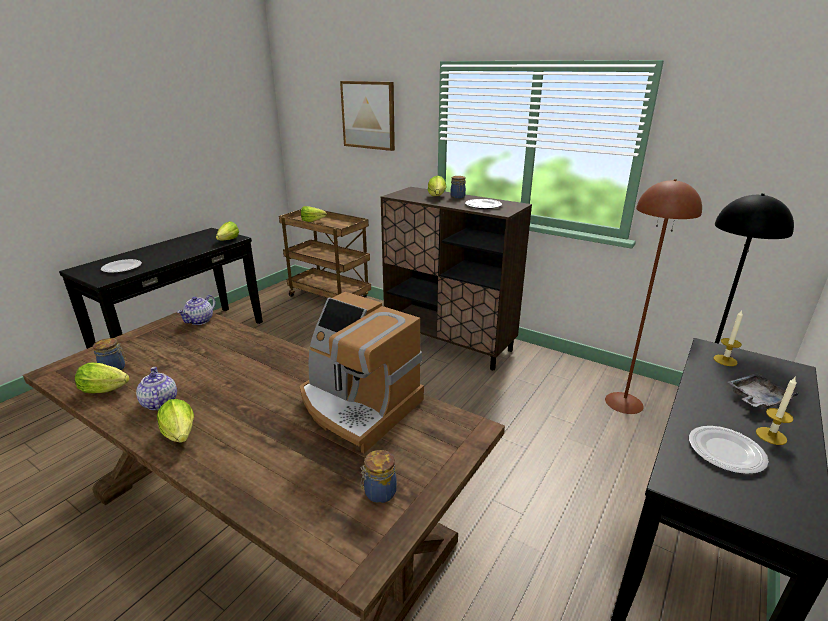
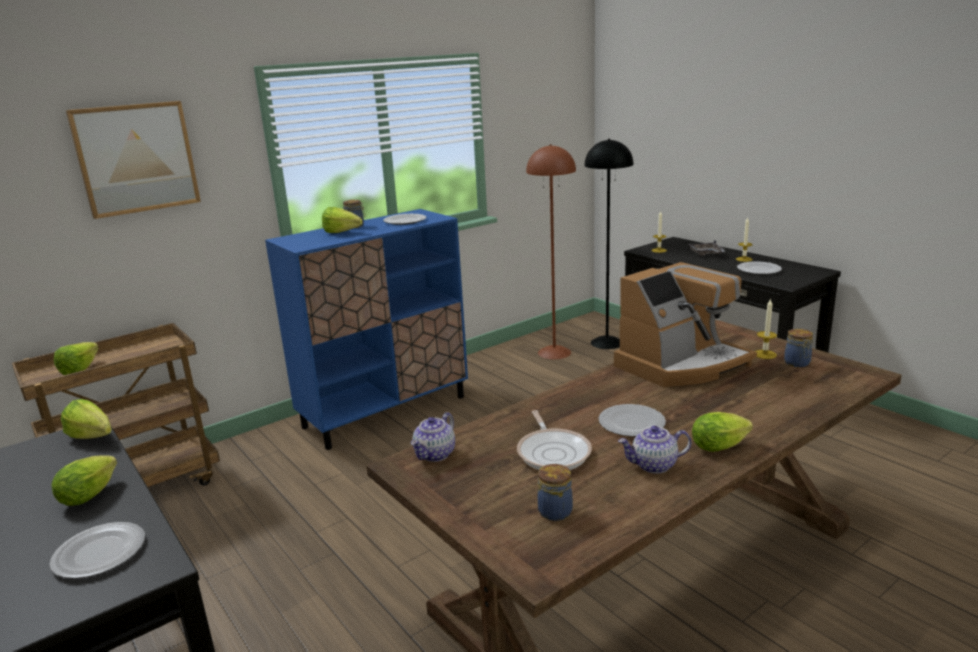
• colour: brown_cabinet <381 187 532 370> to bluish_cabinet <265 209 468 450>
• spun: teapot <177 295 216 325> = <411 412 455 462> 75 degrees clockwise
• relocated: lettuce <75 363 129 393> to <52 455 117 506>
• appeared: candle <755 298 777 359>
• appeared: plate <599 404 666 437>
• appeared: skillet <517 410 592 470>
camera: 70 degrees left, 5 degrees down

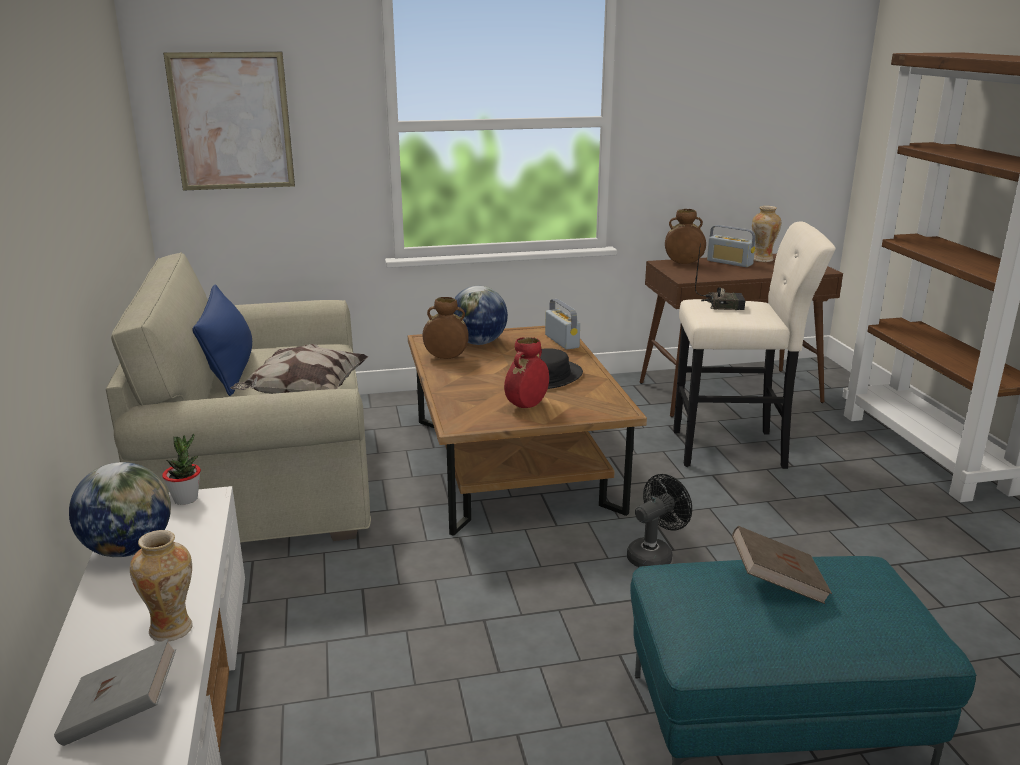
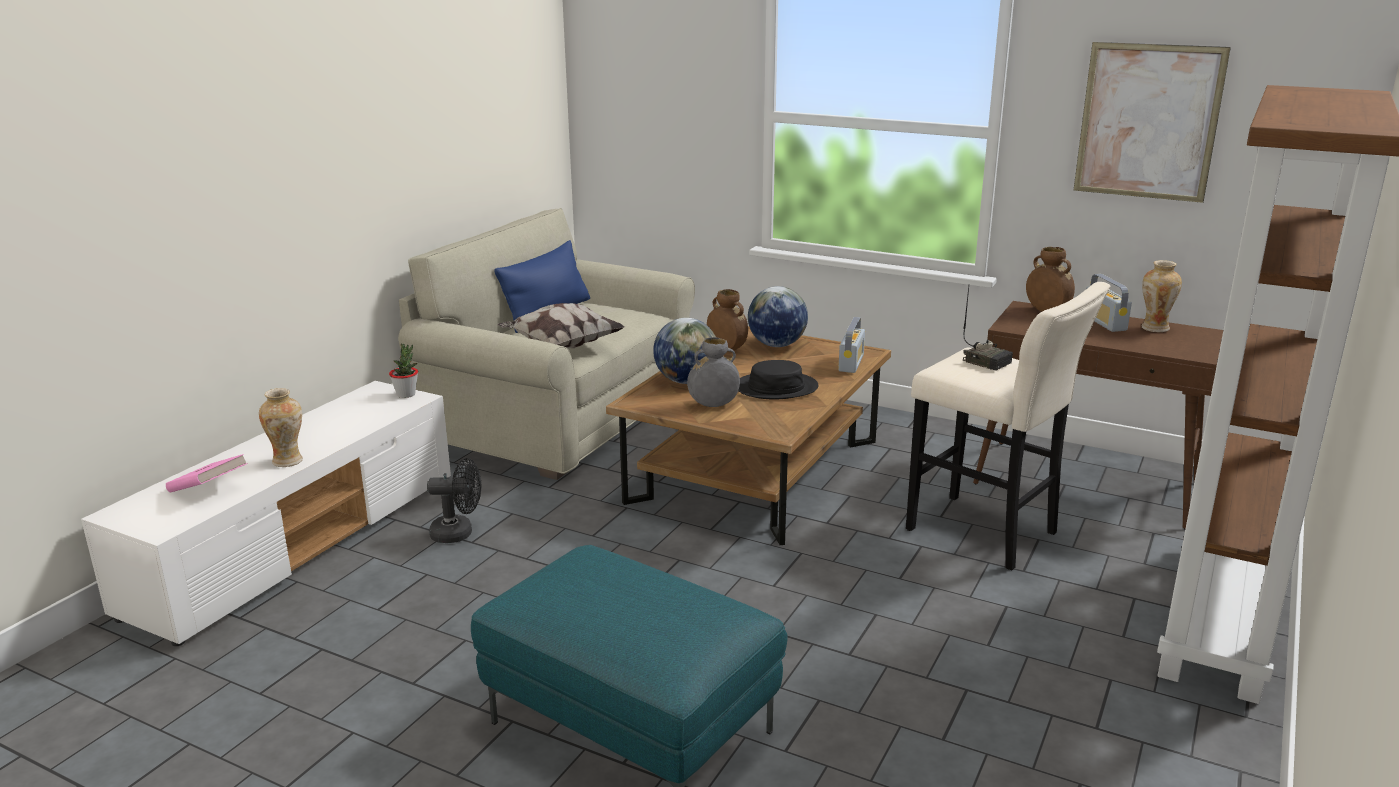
• relocated: wall_art <163 52 295 191> to <1074 42 1231 203>
• colour: red_decorative_vase <504 337 549 408> to grey_decorative_vase <687 337 740 407>
• relocated: world_globe <69 462 171 557> to <653 318 716 384>
• relocated: black_electric_fan <627 474 692 567> to <427 458 481 543>
• missing: brown_bound_book <732 526 832 604>
• colour: grey_bound_book <54 639 176 746> to pink-coloured_bound_book <166 454 248 493>
camera: 40 degrees right, 0 degrees up

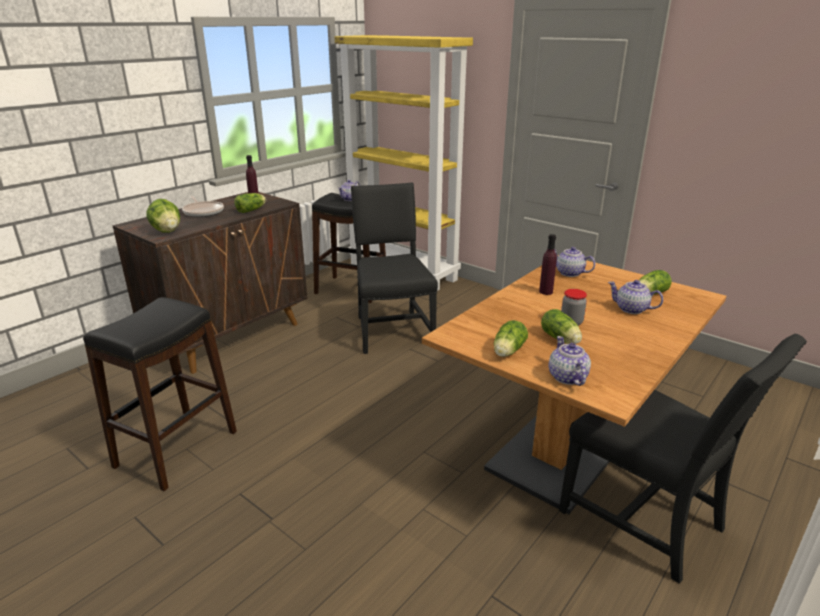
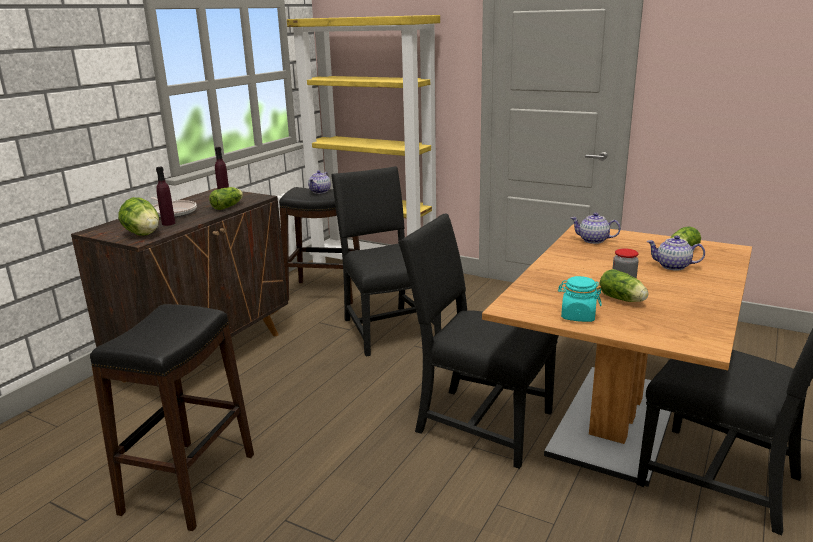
• relocated: purplish_drink_bottle <539 234 557 295> to <156 167 175 226>
• exchanged: lettuce <494 320 528 357> to turquoise-coloured_preserve_jar <558 276 602 322>
• missing: teapot <548 336 591 386>
• appeared: black_upright_chair <398 213 559 469>
camera: 10 degrees left, 5 degrees down

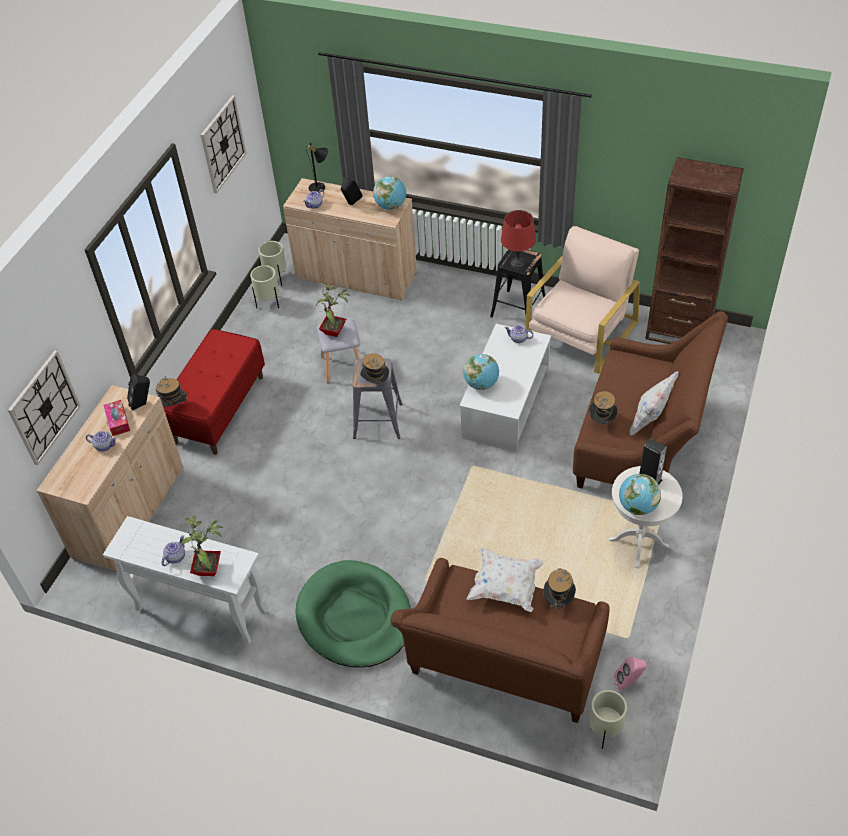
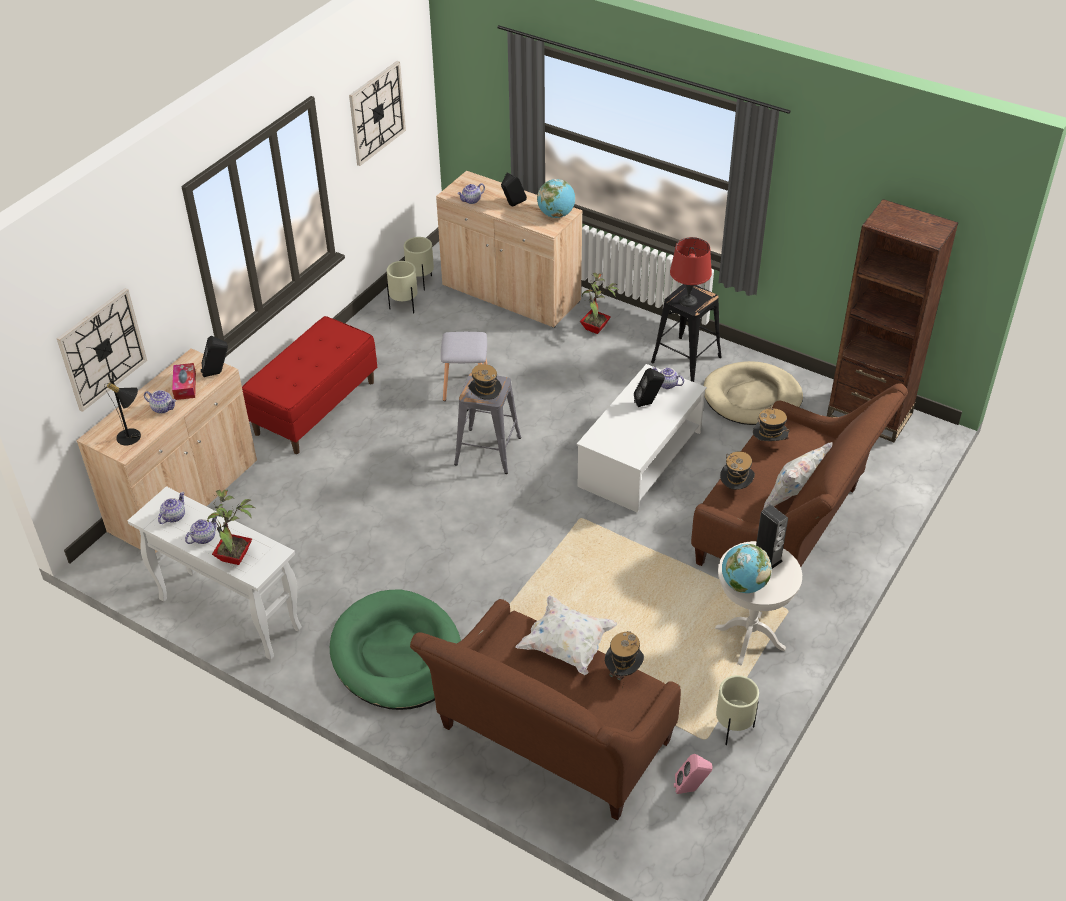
• relocated: black_table_lamp <306 142 328 192> to <104 379 141 445>
• exchanged: sand-coloured_armchair <526 226 640 374> to sand-coloured_dog_cushion <703 361 803 425>
• relocated: plant_in_a_pot <316 283 350 337> to <580 273 619 334>
• missing: world_globe <463 354 499 390>
• relocated: wearable_hat <155 376 187 407> to <753 406 790 441>
• relocated: sand-coloured_plant_pot <589 690 627 749> to <716 675 759 745>
• appeared: black_audio_speaker <634 368 665 407>
• appeared: teapot <158 492 185 524>
camera: 10 degrees right, 5 degrees down

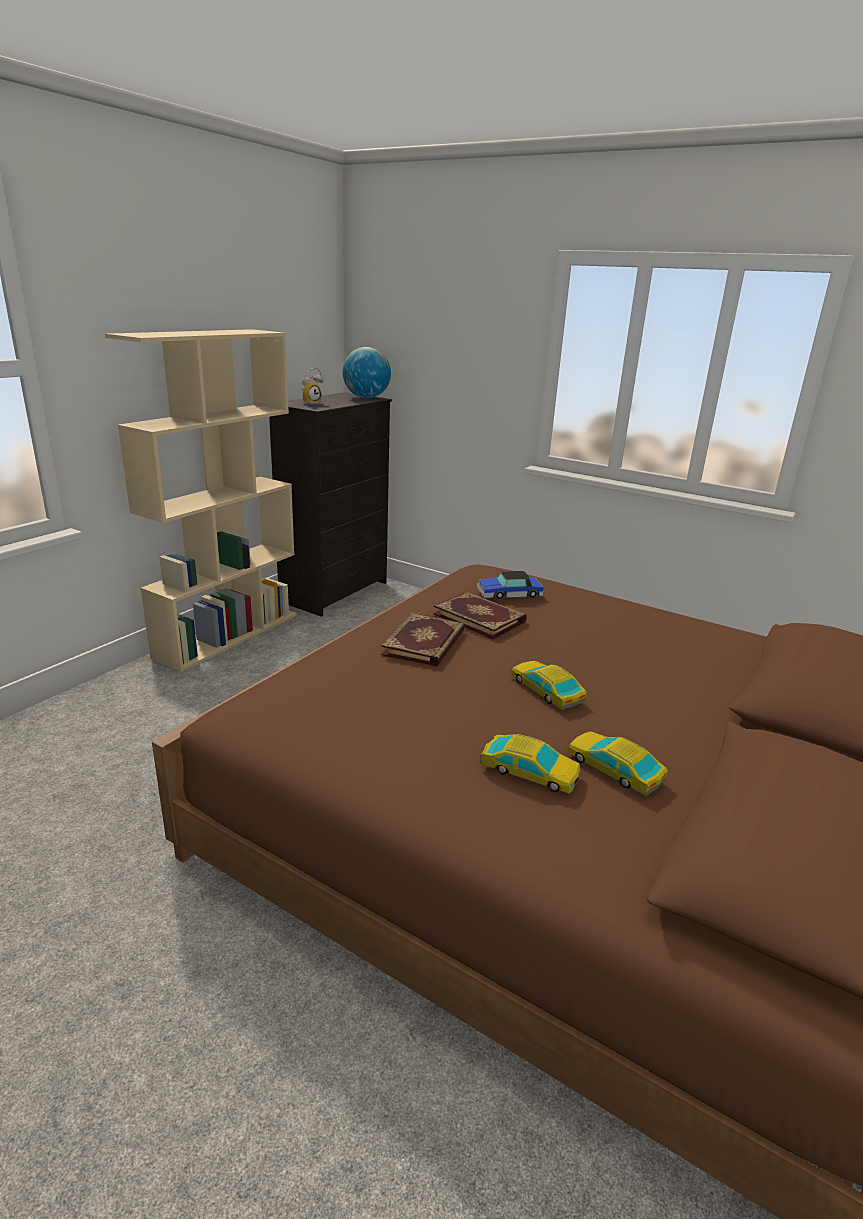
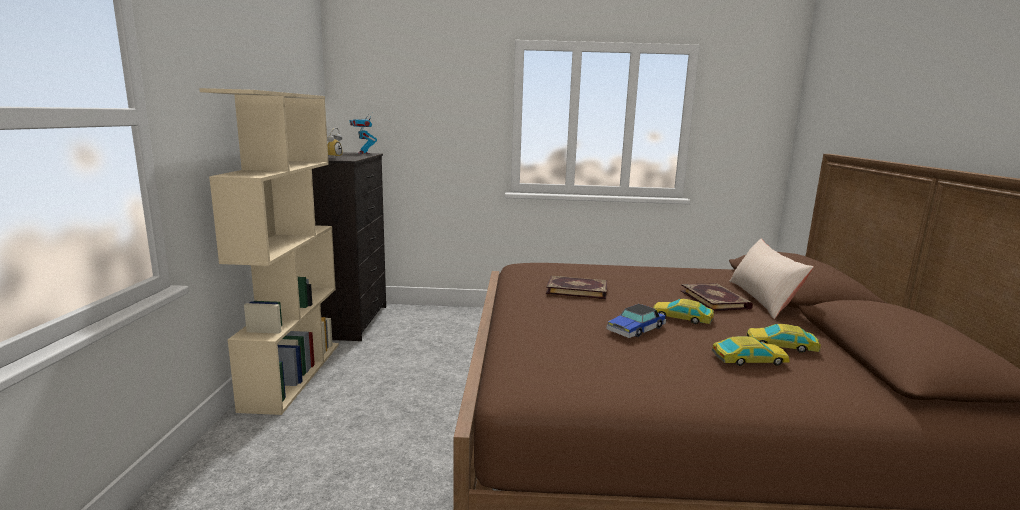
• exchanged: world_globe <342 347 391 398> to model_robot <349 113 377 154>
• relocated: miniature_car <477 571 544 600> to <606 304 666 338>
• relocated: bound_book <381 612 465 666> to <681 283 753 311>
• appeared: sand-coloured_throw_pillow <729 239 814 319>
camera: 30 degrees left, 10 degrees down

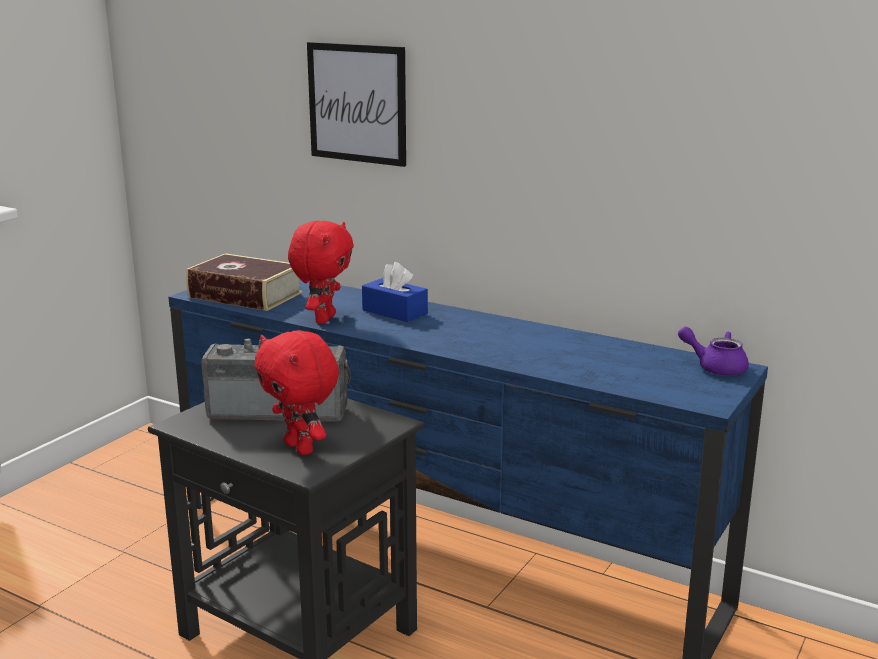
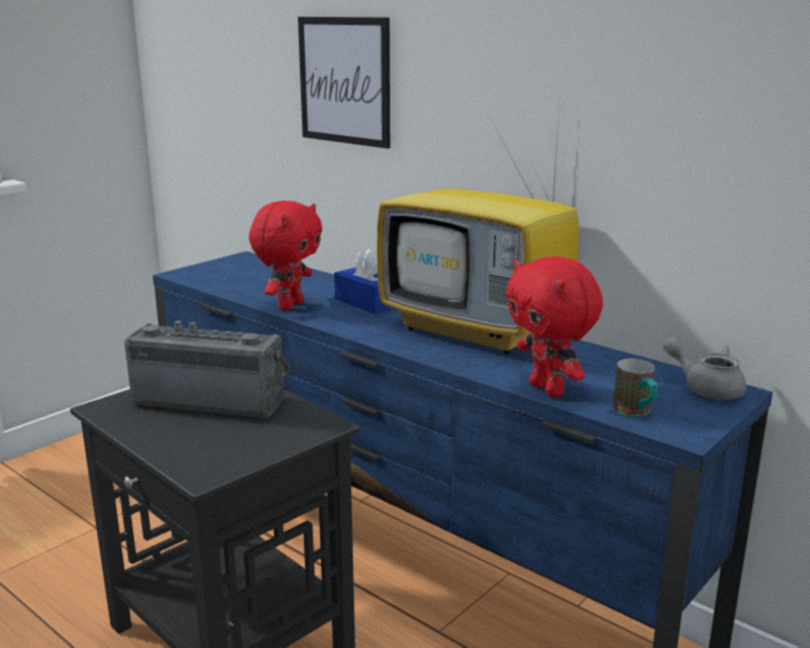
• missing: bound_book <186 253 303 311>
• colour: purplish_teapot <678 326 749 375> to grey_teapot <663 337 747 400>
• relocated: red_cuddly_toy <254 330 339 455> to <506 257 603 398>
• appeared: TV <377 99 579 354>
• appeared: tea_mug <613 358 658 417>
camera: 10 degrees right, 0 degrees up

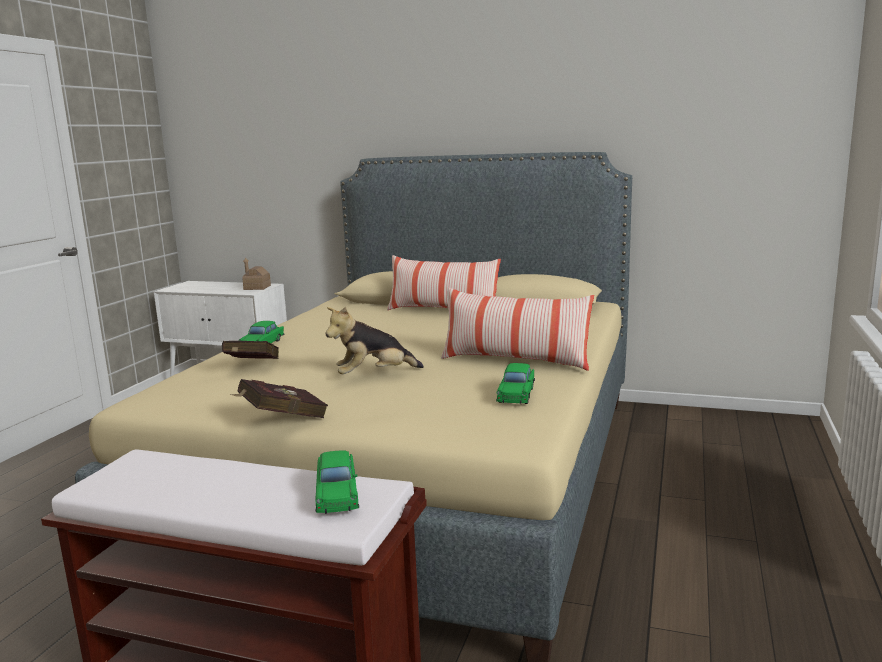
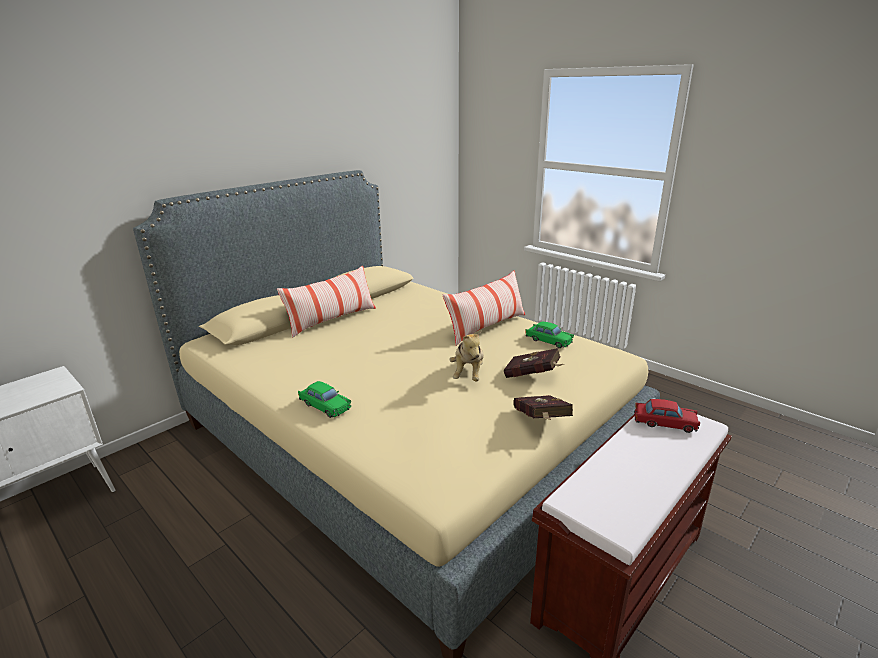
• missing: model_house <242 258 271 290>
• relocated: red_bound_book <222 341 279 359> to <504 348 564 378>
• colour: greenish_miniature_car <315 450 359 514> to red_miniature_car <634 399 700 433>
camera: 65 degrees left, 10 degrees up

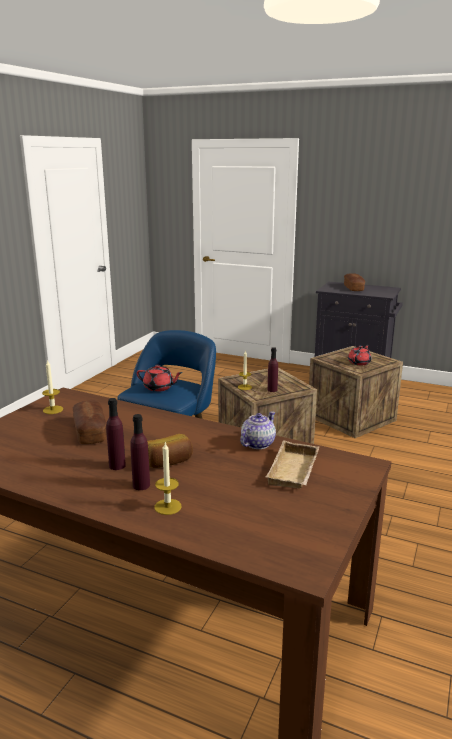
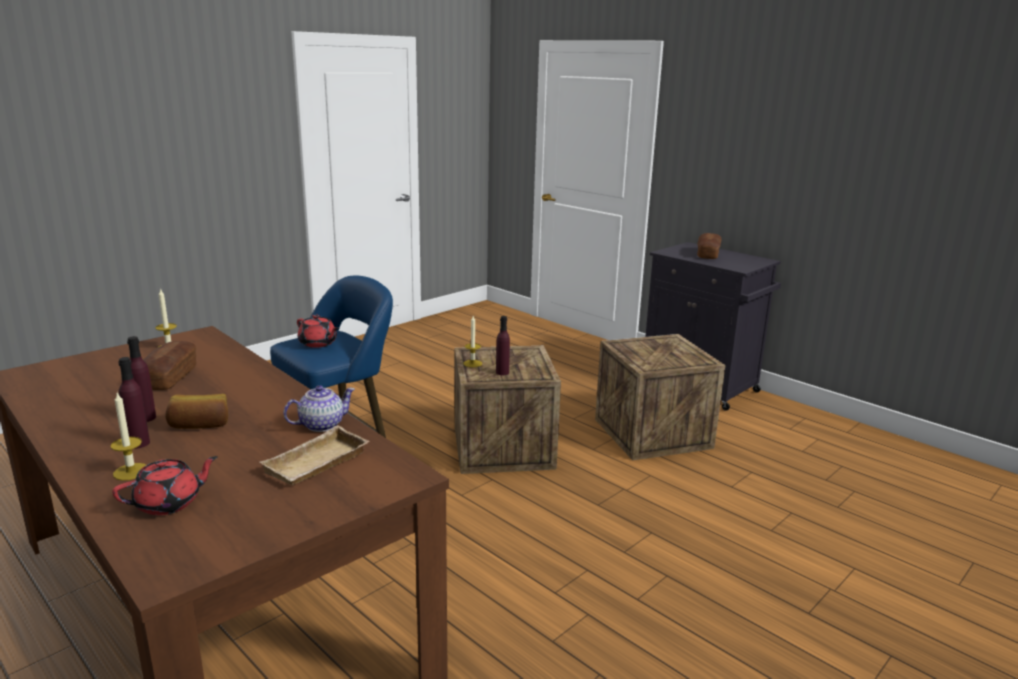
• relocated: red_teapot <348 345 371 365> to <112 456 218 515>
camera: 20 degrees right, 0 degrees up

